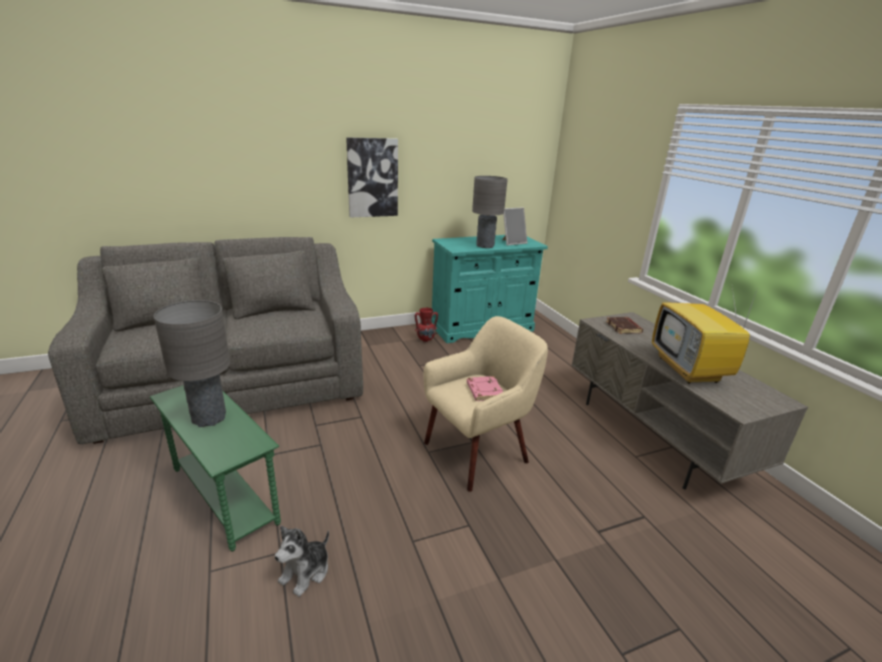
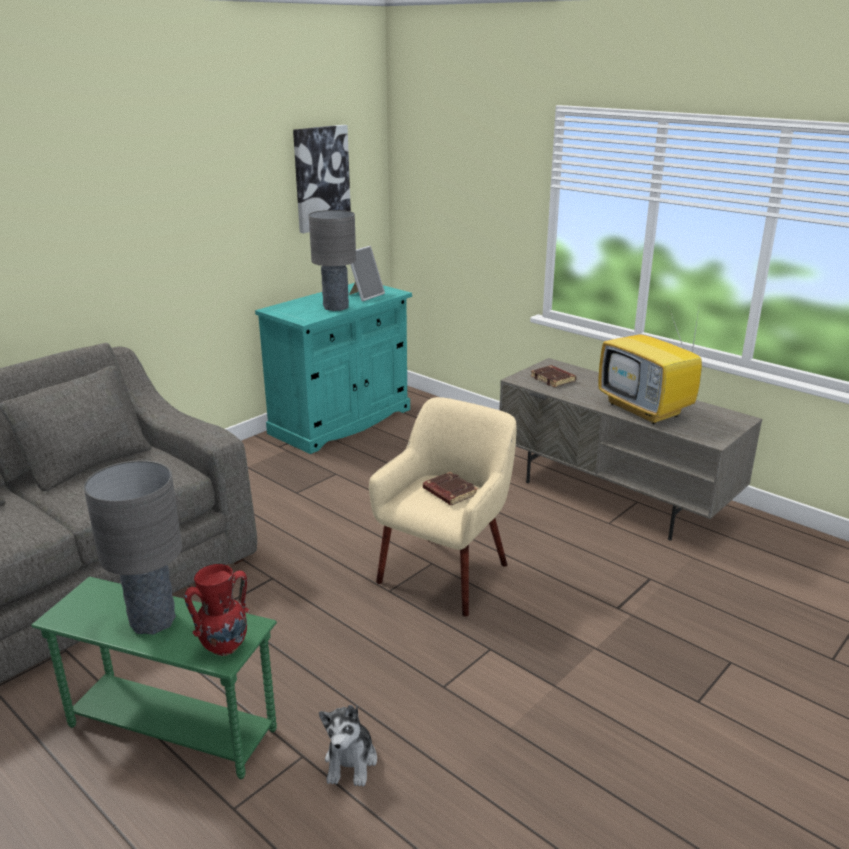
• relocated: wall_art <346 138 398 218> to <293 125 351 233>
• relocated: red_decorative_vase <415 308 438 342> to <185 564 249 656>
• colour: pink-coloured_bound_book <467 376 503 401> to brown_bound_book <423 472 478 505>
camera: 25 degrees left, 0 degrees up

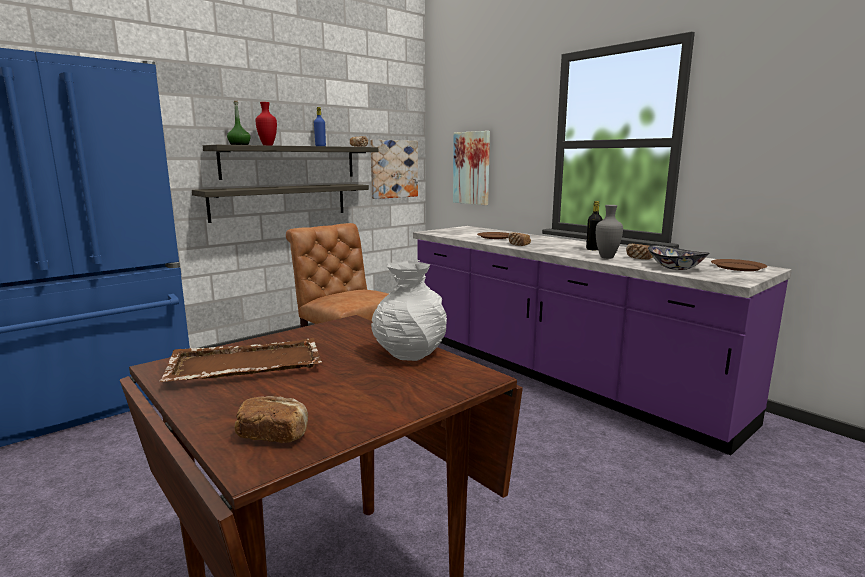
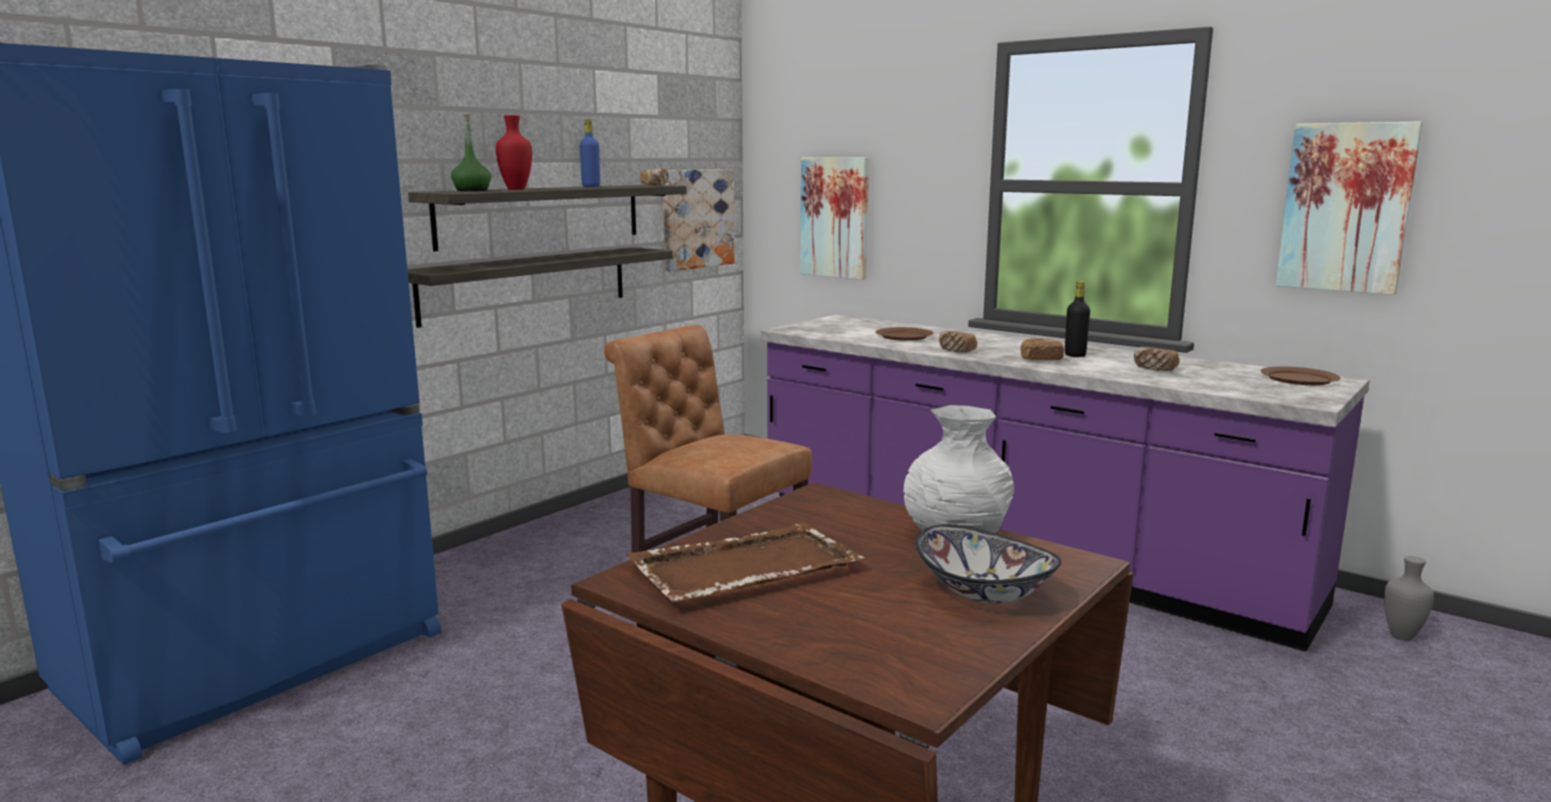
• relocated: grey_decorative_vase <596 205 623 259> to <1384 556 1434 641>
• relocated: deep_dish <648 245 709 270> to <915 524 1062 604>
• relocated: bread <234 396 308 443> to <1021 338 1064 360>
• appeared: wall_art <1275 121 1423 295>
camera: 10 degrees left, 0 degrees up

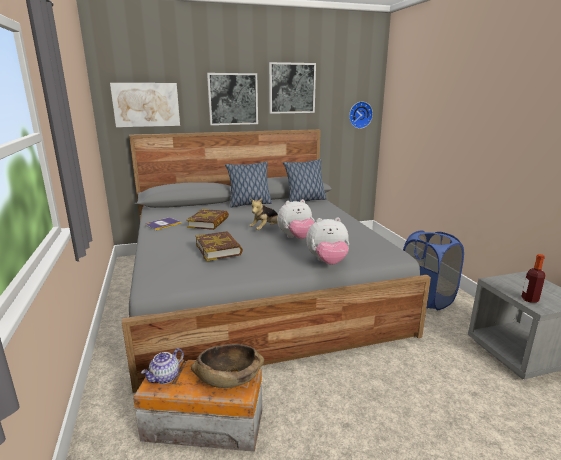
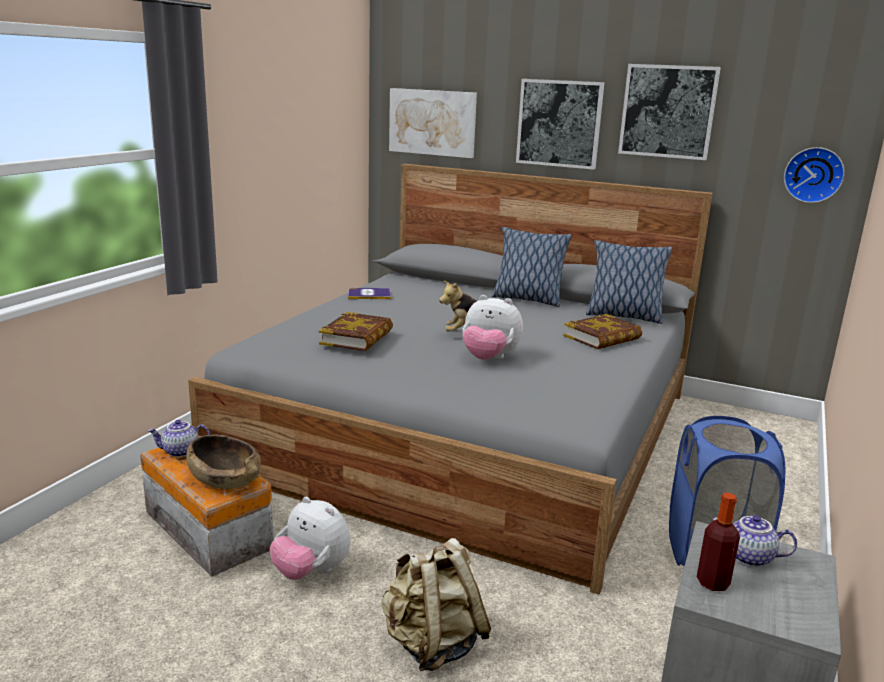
• relocated: bound_book <186 209 229 230> to <563 314 642 349>
• relocated: cuddly_toy <306 217 349 265> to <270 497 351 580>
• appeared: teapot <713 515 797 567>
• appeared: sand-coloured_rucksack <381 538 491 671>
camera: 40 degrees right, 0 degrees up

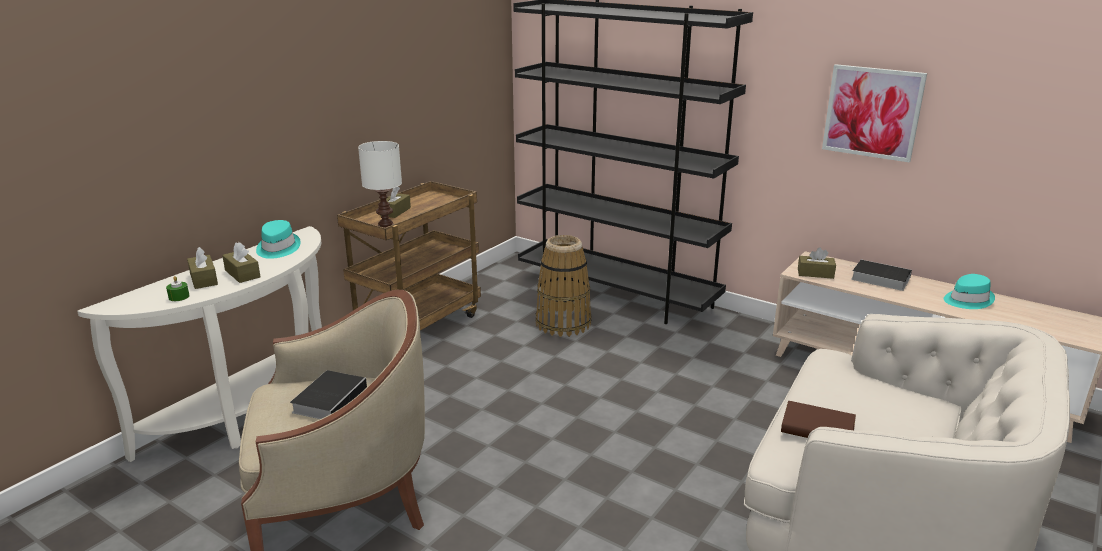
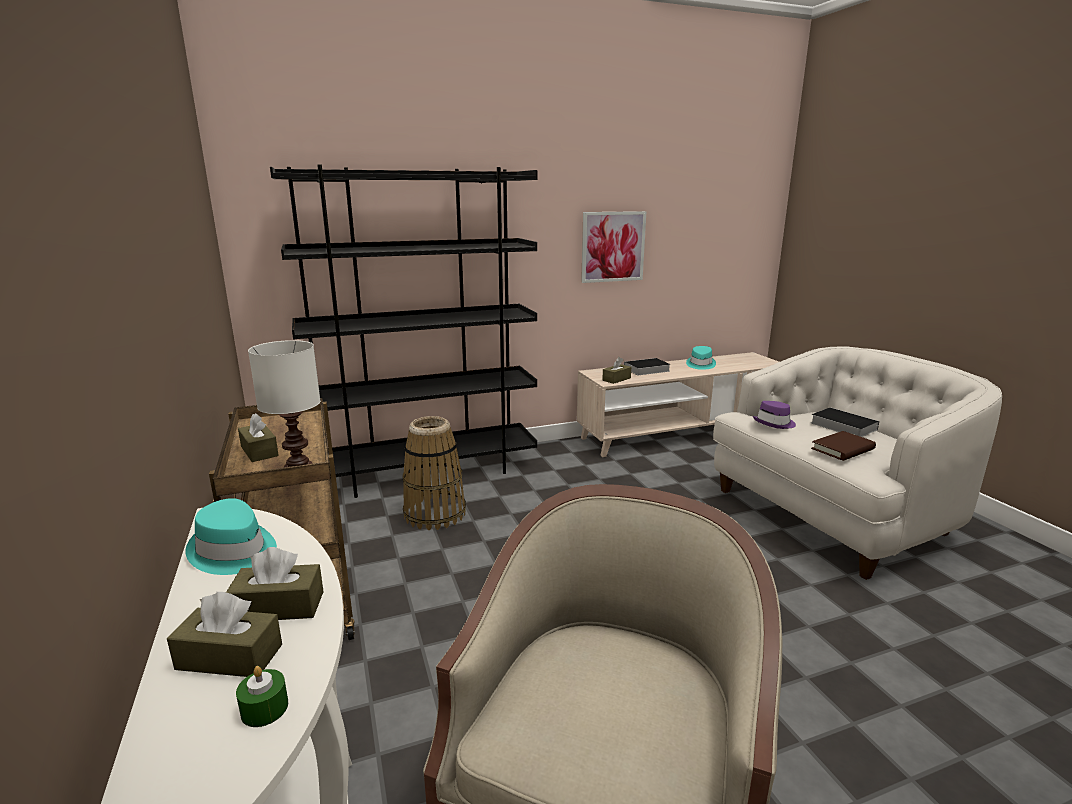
• relocated: bound_book <290 370 370 419> to <811 407 879 437>
• appeared: purplish_wearable_hat <753 401 796 429>
camera: 55 degrees left, 5 degrees down

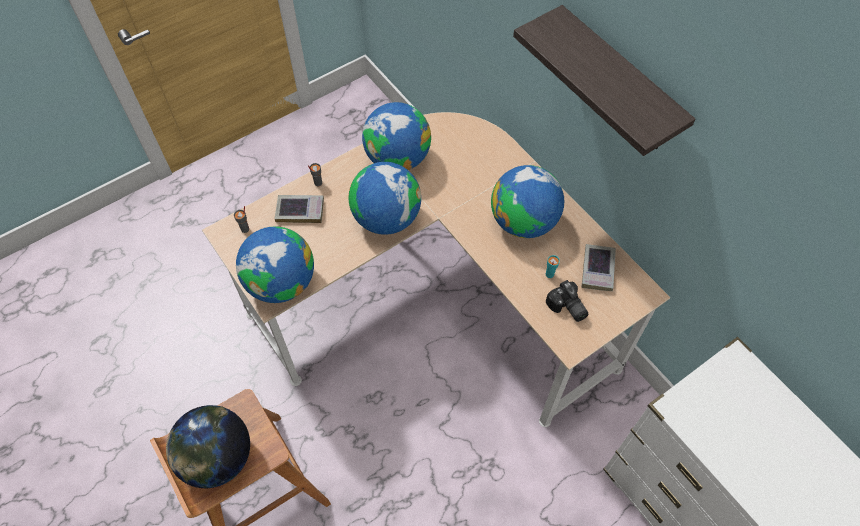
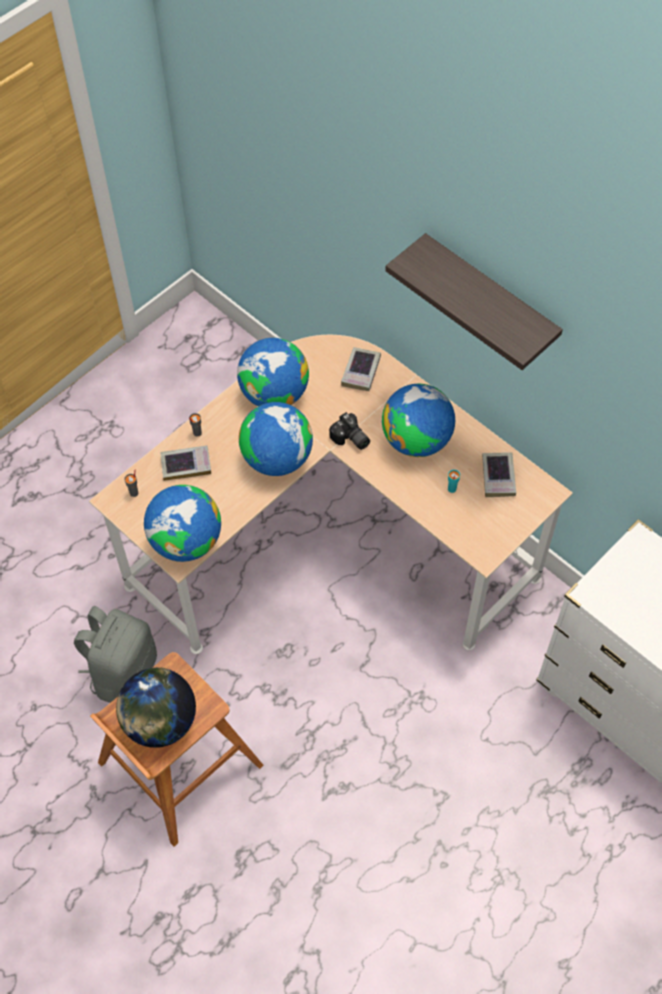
• relocated: still_camera <546 280 589 322> to <329 413 370 450>
• appeared: bound_book <341 347 381 391>
• appeared: grey_rucksack <74 606 157 703>
camera: 10 degrees left, 0 degrees up

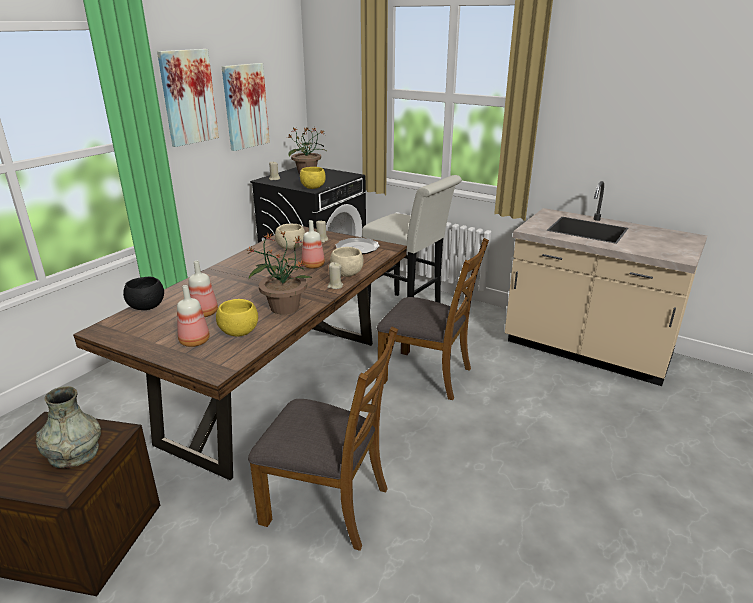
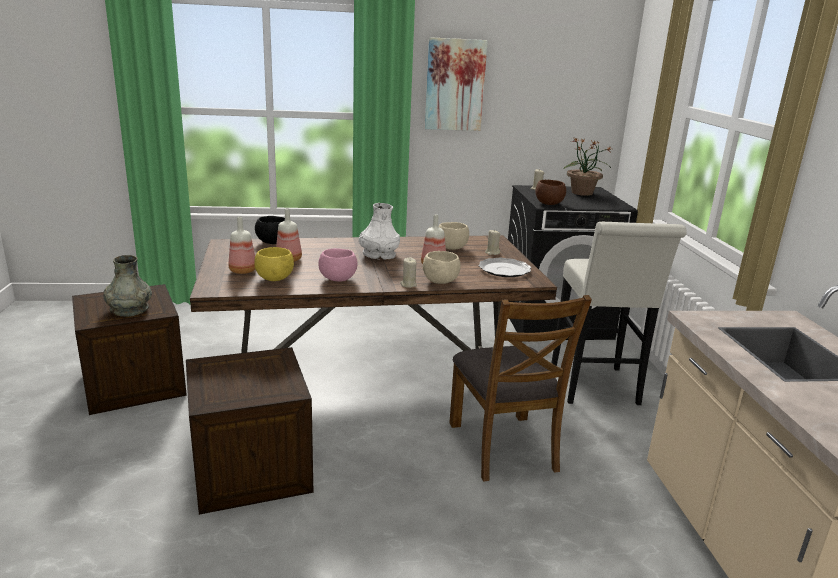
• missing: wall_art <222 63 270 151>
• colour: yellowish_deep_dish <300 167 326 189> to brown_deep_dish <535 180 566 205>
• exchanged: plant_in_a_pot <247 231 312 314> to pink-coloured_deep_dish <318 248 358 282>
• exchanged: brown_upright_chair <248 326 398 551> to crate <186 347 313 515>
• appeared: white-coloured_decorative_vase <359 203 400 260>
camera: 50 degrees right, 5 degrees down

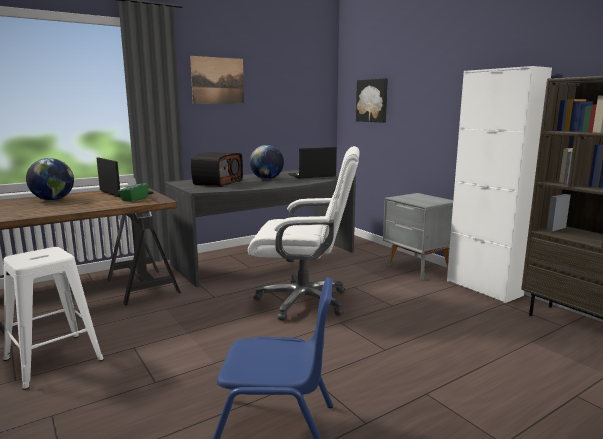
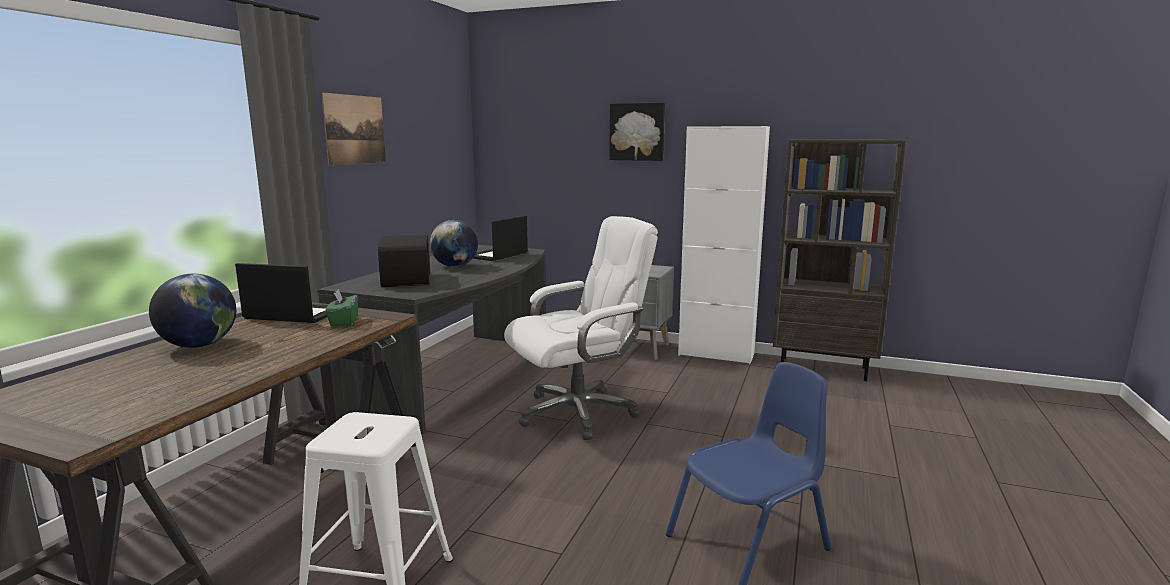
• relocated: wall_art <356 78 388 123> to <609 103 665 161>
camera: 35 degrees left, 0 degrees up

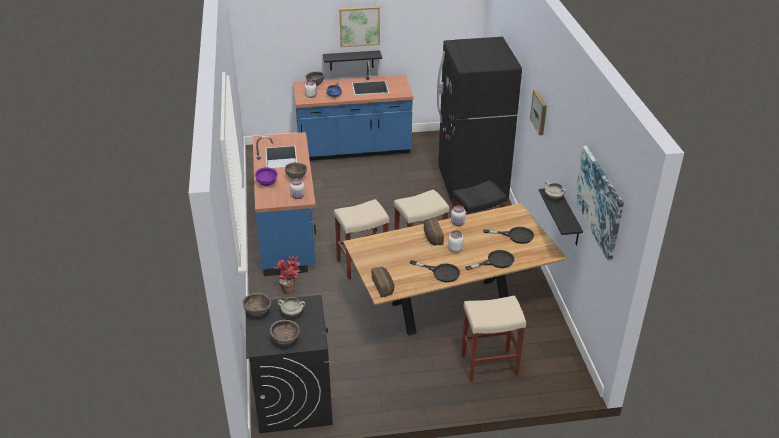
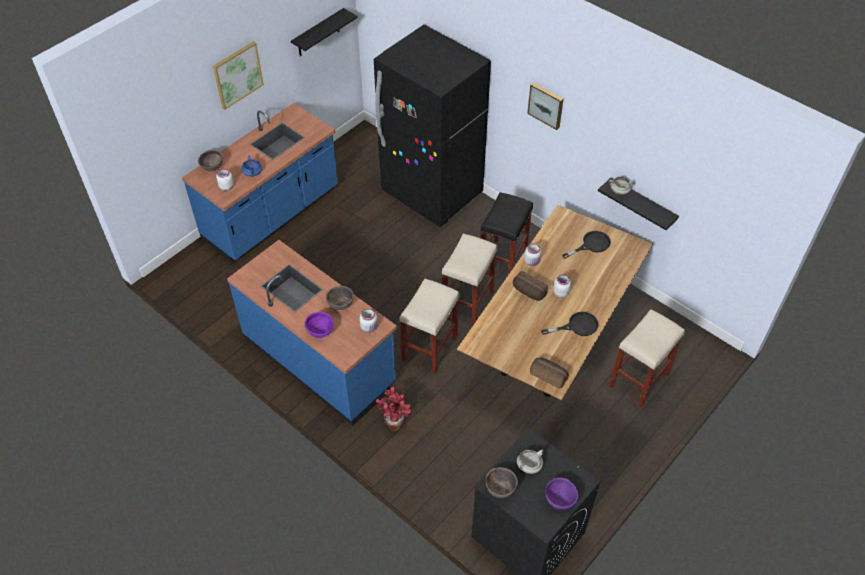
• relocated: black_bracket_shelf <323 50 382 71> to <291 8 358 56>
• missing: wall_art <574 146 624 261>
• missing: black_skillet <465 250 514 270>
• colour: brown_deep_dish <270 320 299 345> to purplish_deep_dish <545 477 578 509>
camera: 40 degrees left, 15 degrees up

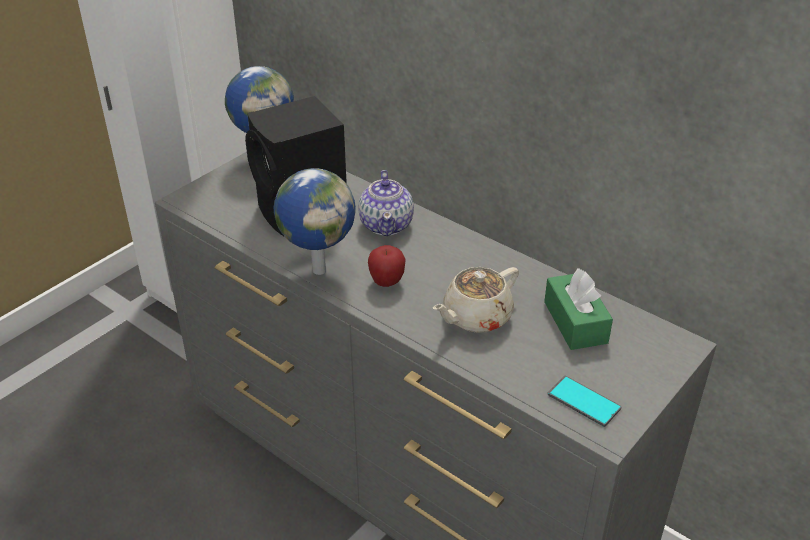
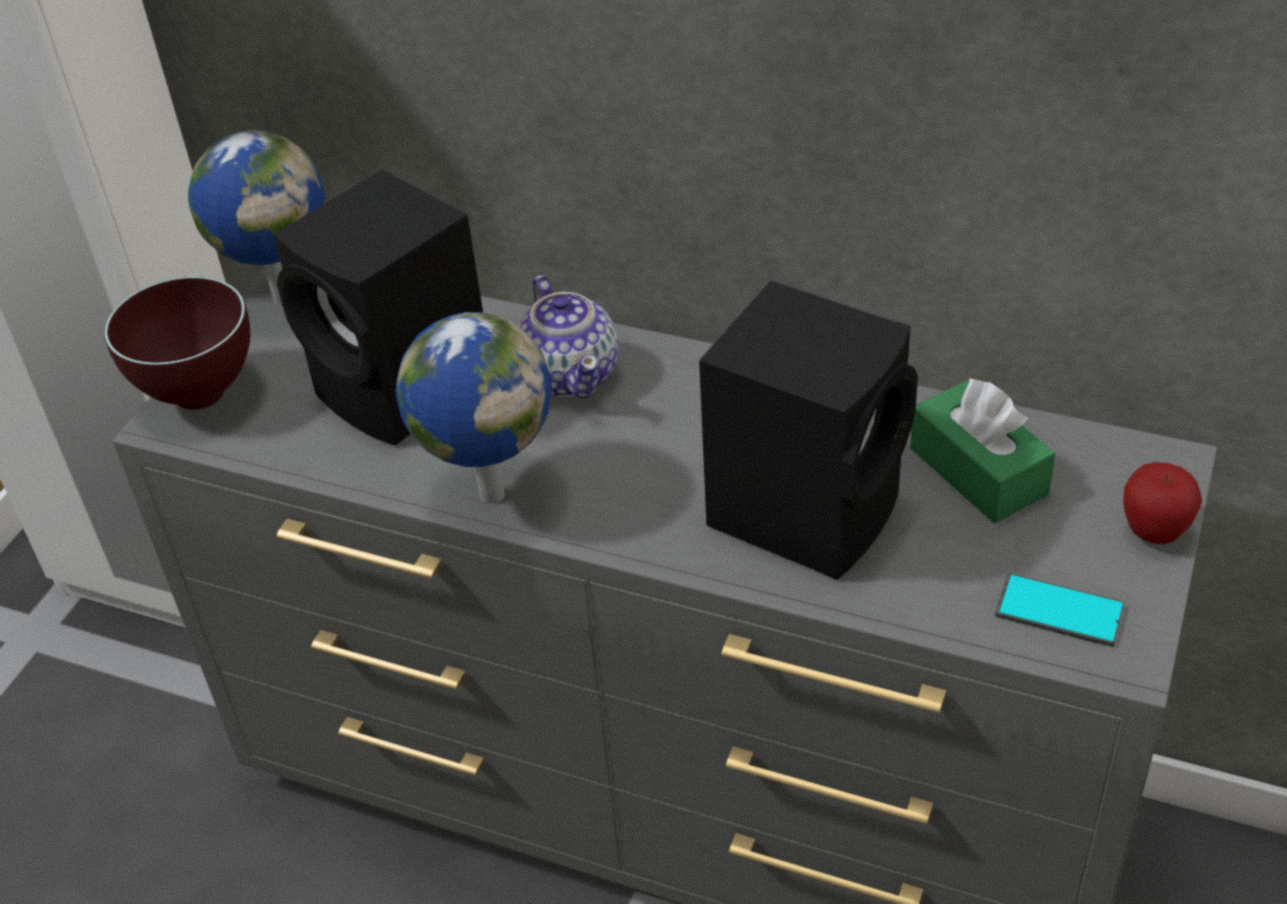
• relocated: whole_apple <368 245 406 287> to <1123 462 1202 544>
• exchanged: sand-coloured_teapot <433 267 519 333> to black_audio_speaker <699 281 918 580>
• appeared: brown_deep_dish <104 276 250 410>
camera: 15 degrees left, 5 degrees up

